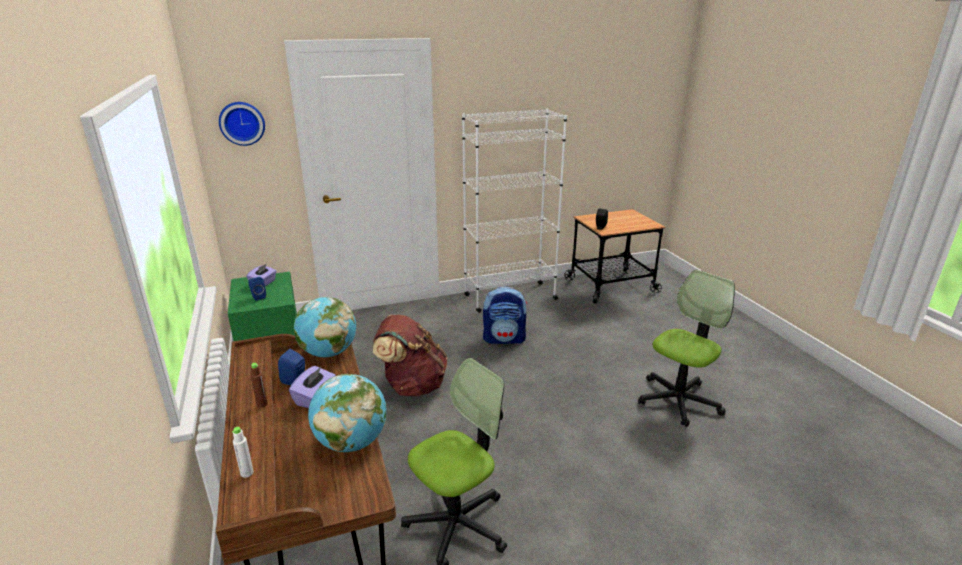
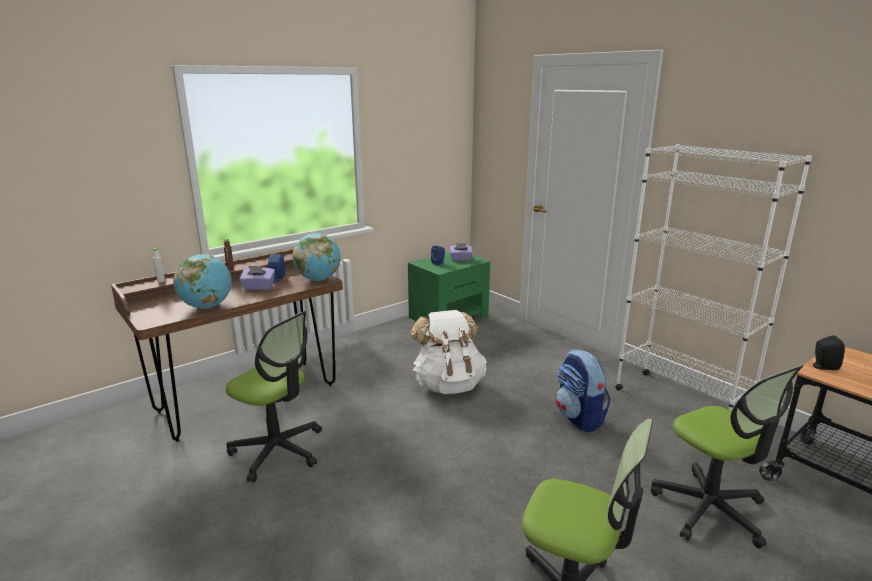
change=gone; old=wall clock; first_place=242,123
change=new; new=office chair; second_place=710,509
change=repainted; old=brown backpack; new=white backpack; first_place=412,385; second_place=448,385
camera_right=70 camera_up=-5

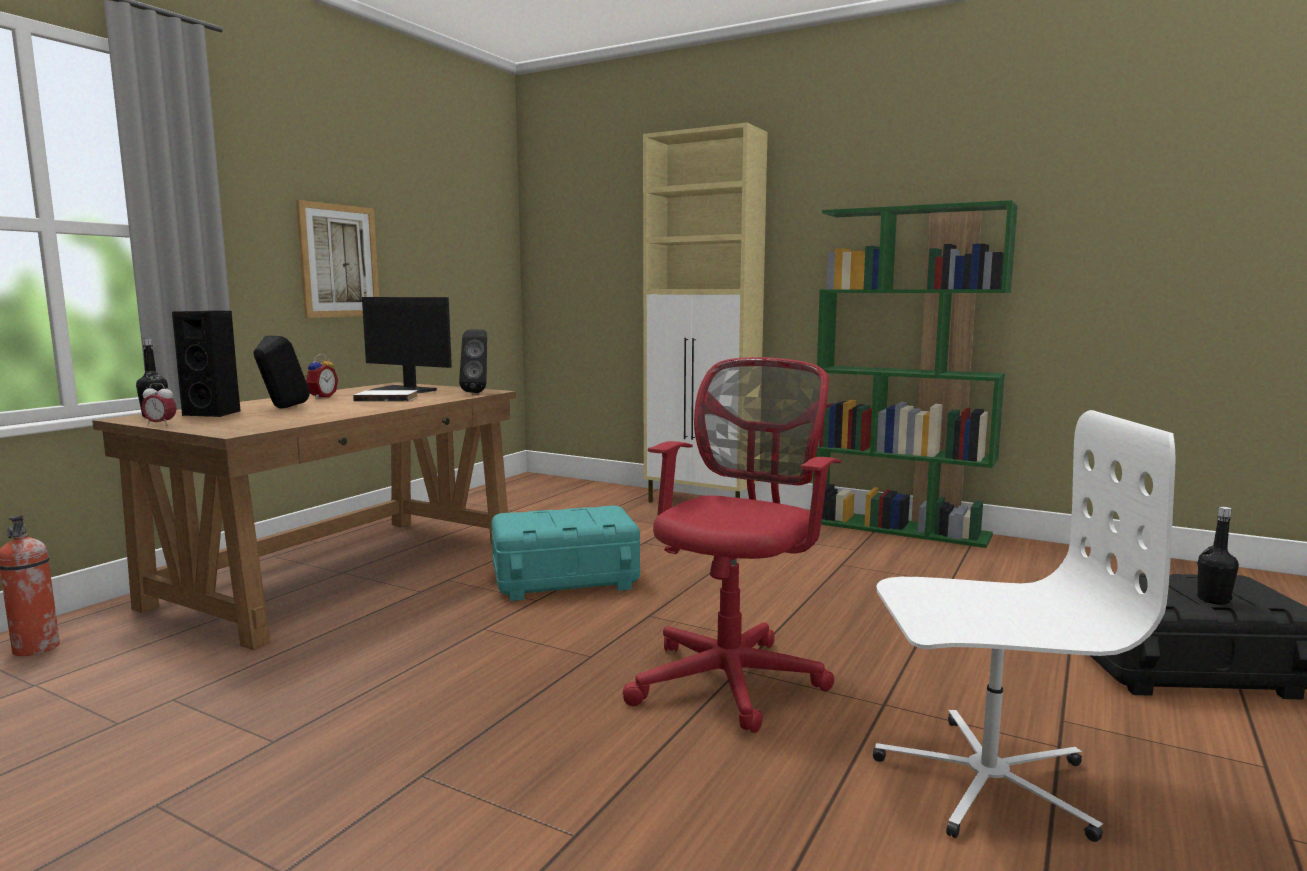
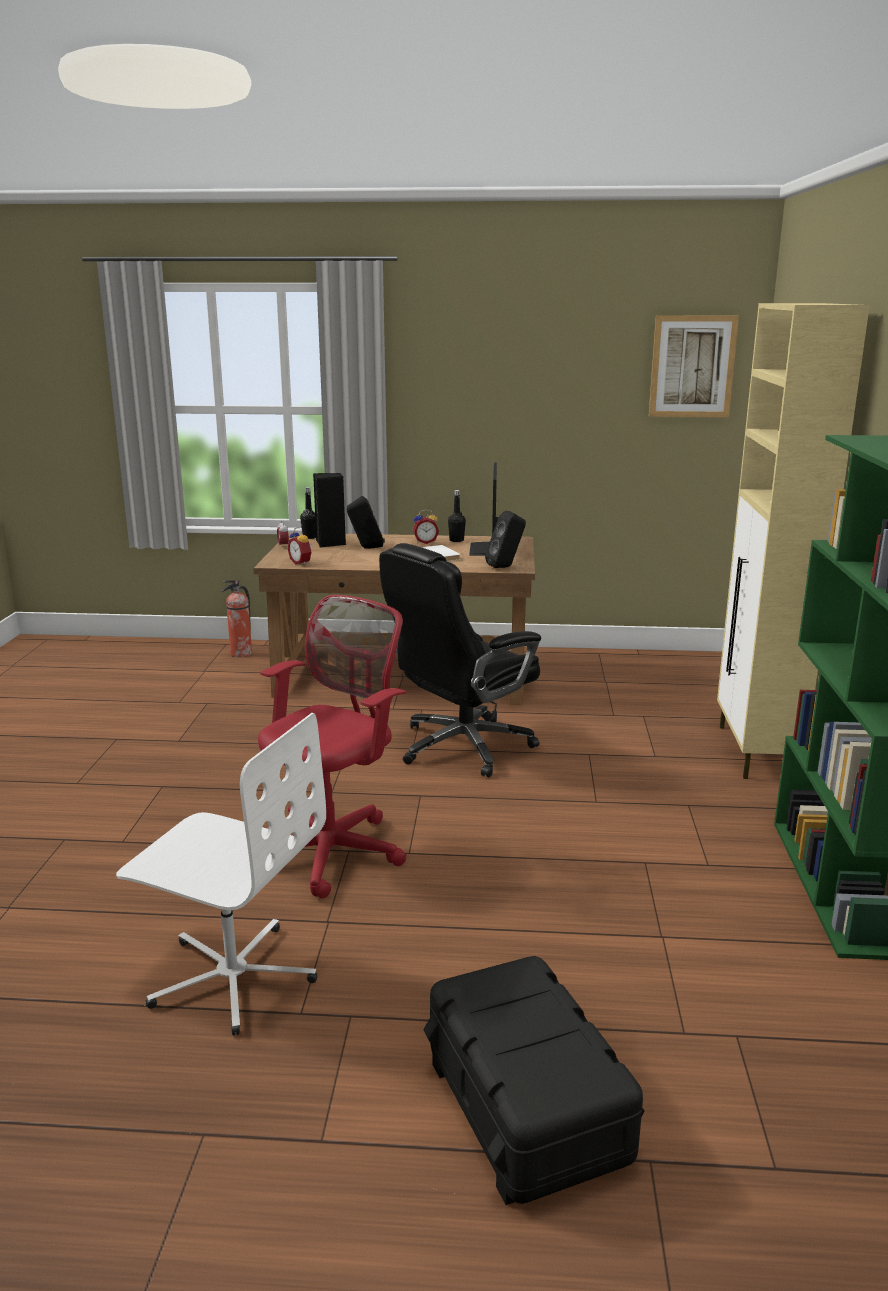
change=new; new=alarm clock; second_place=301,563
change=shifted; old=picture; first_place=339,261; second_place=692,366
change=shifted; old=black bottle; first_place=1213,600; second_place=456,540
change=swapped; old=turquoise storage box; new=black office chair; first_place=565,580; second_place=462,747
change=rotated; old=red office chair; first_place=732,678; second_place=332,851; degrees=-60
change=rotated; old=white office chair; first_place=985,779; second_place=232,976; degrees=-45
camera_right=65 camera_up=10

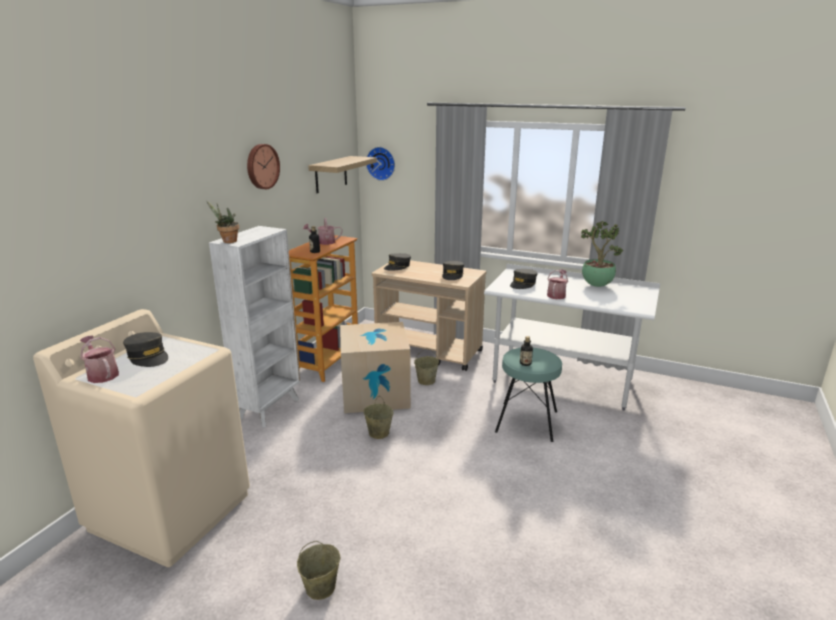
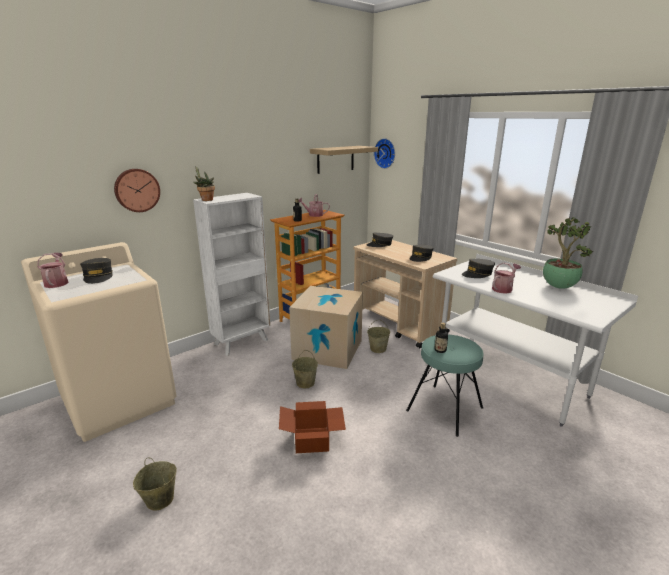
change=new; new=cardboard box; second_place=313,440
change=shifted; old=wall clock; first_place=261,166; second_place=137,190
camera_right=25 camera_up=0

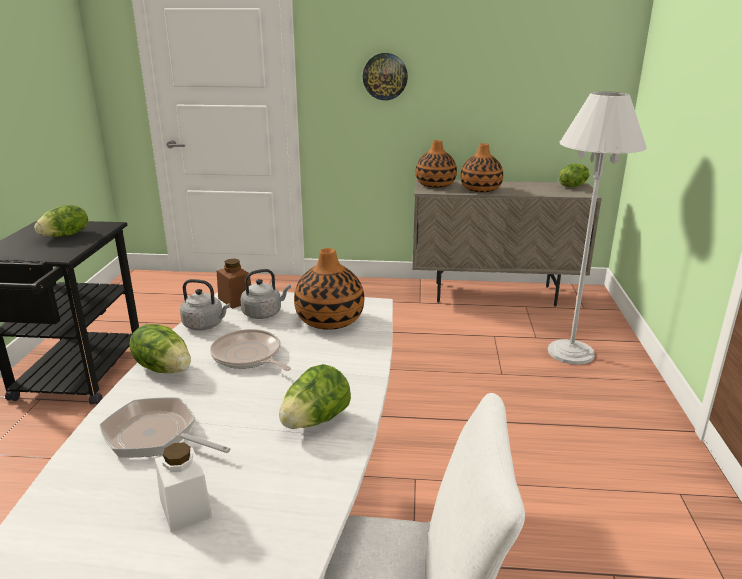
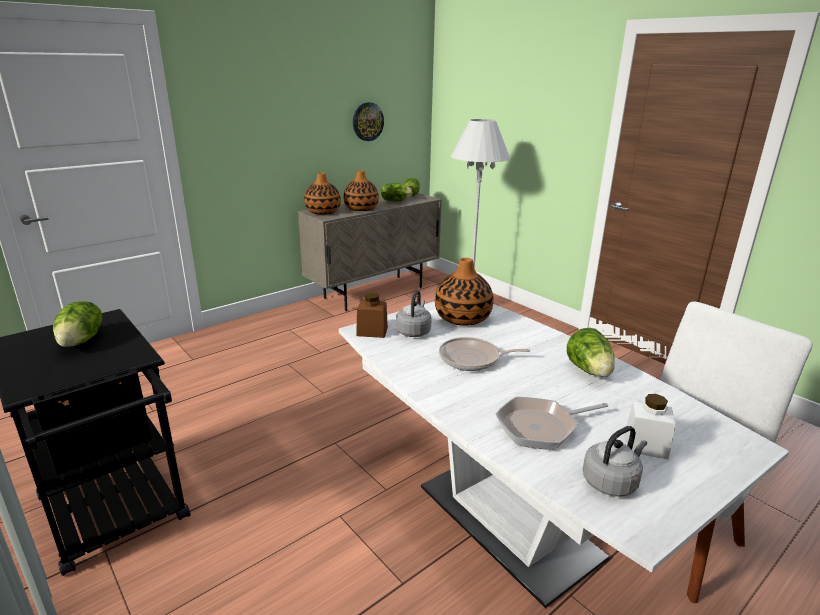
change=shifted; old=lettuce; first_place=164,367; second_place=395,201
change=shifted; old=grey kettle; first_place=205,325; second_place=611,481
change=shifted; old=wall clock; first_place=385,76; second_place=367,121
camera_right=-45 camera_up=0

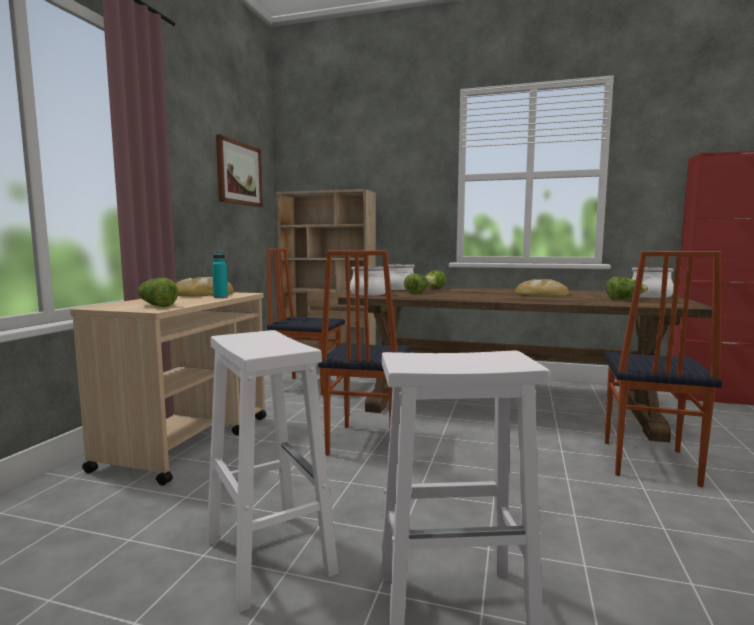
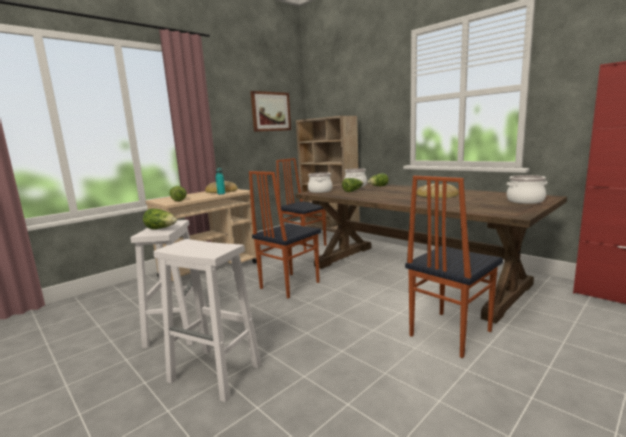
change=shifted; old=lettuce; first_place=624,299; second_place=161,229
camera_right=30 camera_up=5

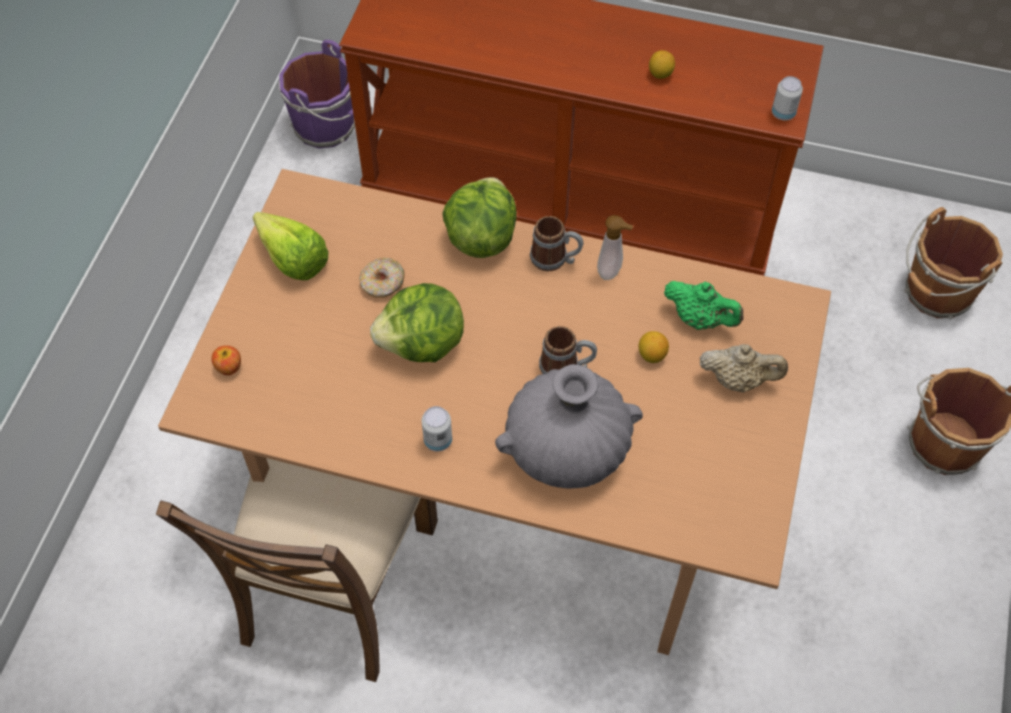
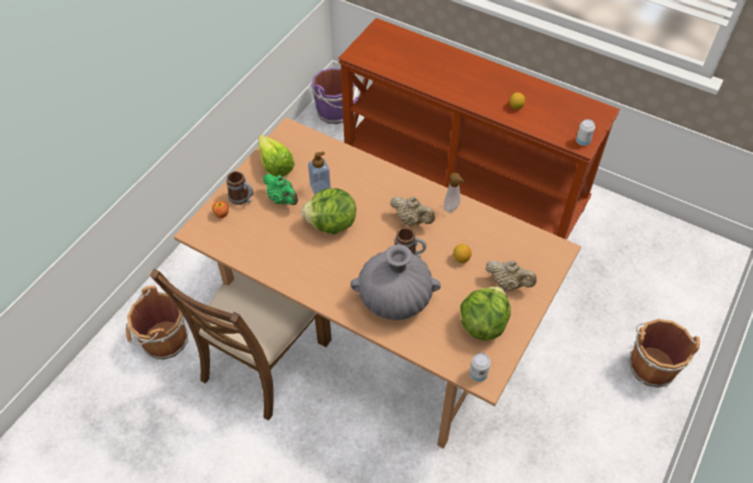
change=new; new=beige teapot; second_place=412,220
change=shifted; old=can; first_place=438,440; second_place=478,374
change=shifted; old=lettuce; first_place=481,237; second_place=483,324
change=shifted; old=mug; first_place=555,259; second_place=243,198
change=shifted; old=green teapot; first_place=700,319; second_place=282,199
change=shifted; old=brown bucket; first_place=936,294; second_place=163,341
change=swapped; old=donut; new=soap dispenser; first_place=382,283; second_place=320,188
camera_right=15 camera_up=-5

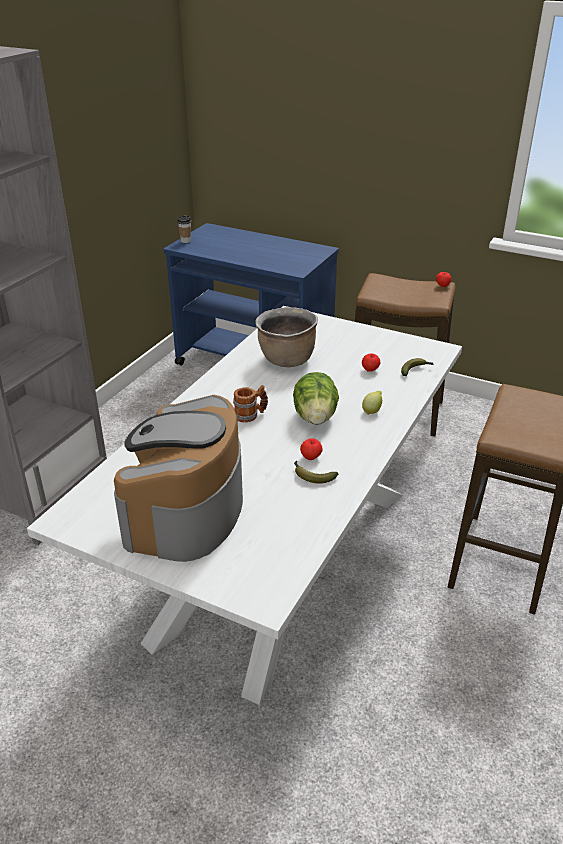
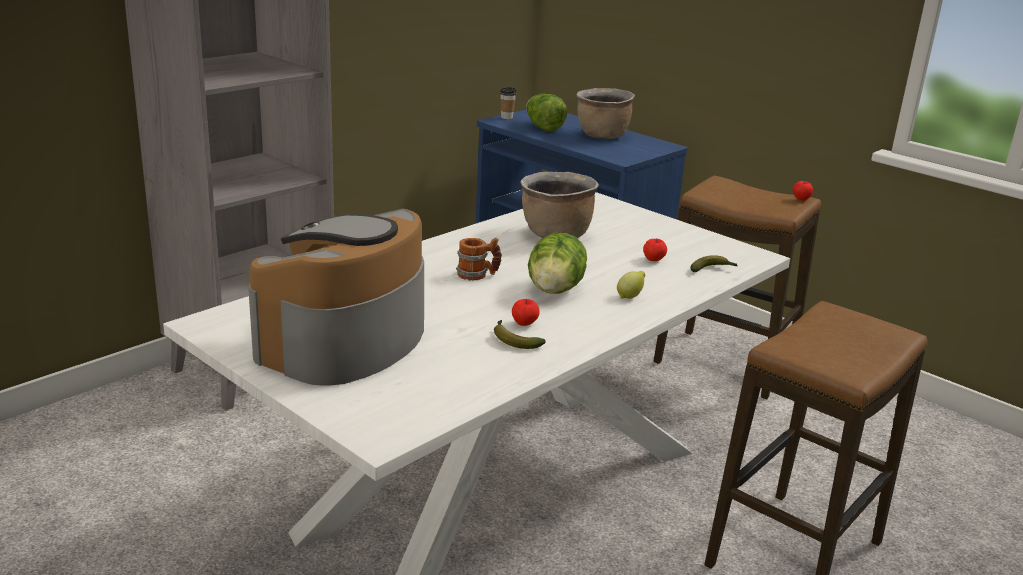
change=new; new=lettuce; second_place=543,127
change=new; new=brown cooking pot; second_place=602,136
camera_right=15 camera_up=-10

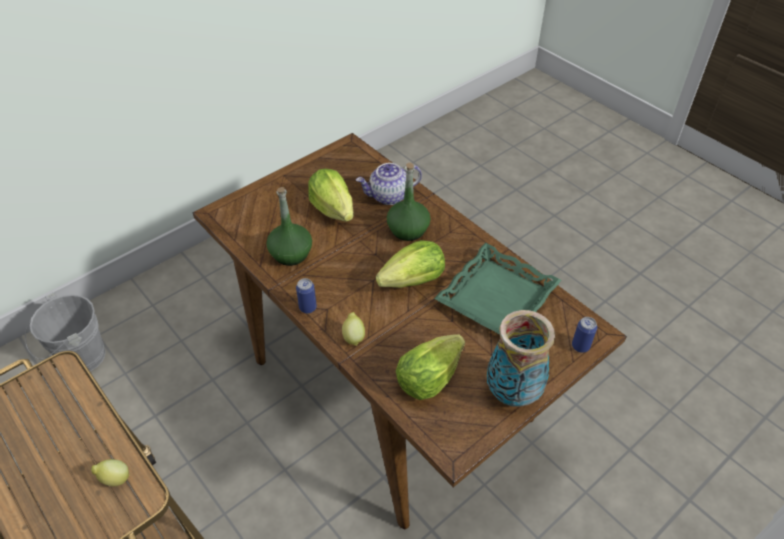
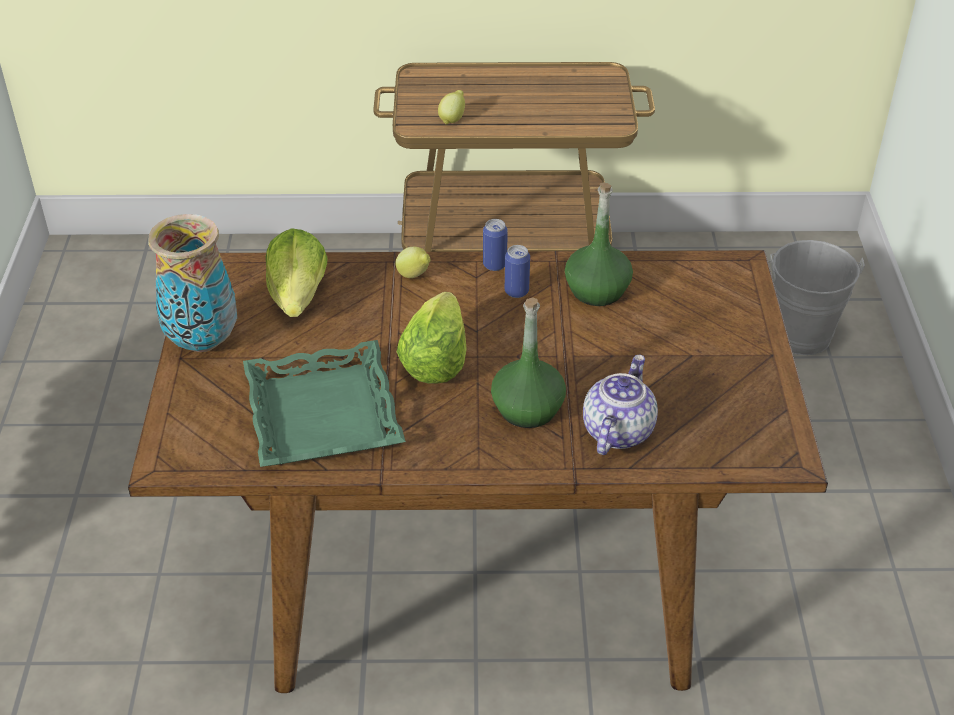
change=gone; old=lettuce; first_place=333,209
change=shifted; old=can; first_place=580,346; second_place=516,291
camera_right=130 camera_up=-5

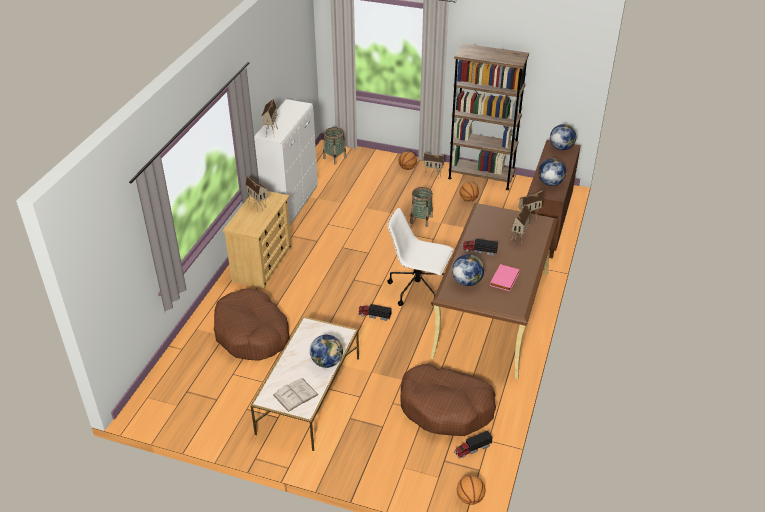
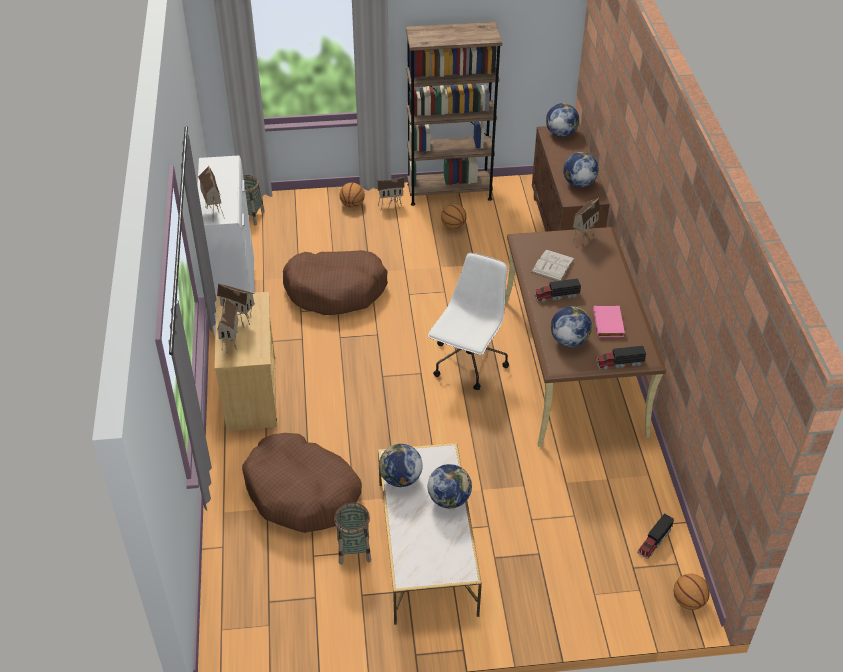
change=new; new=globe; second_place=400,479
change=shifted; old=white book; first_place=295,394; second_place=553,265
change=shifted; old=toy truck; first_place=374,315; second_place=619,363
change=shifted; old=brown dog bed; first_place=446,408; second_place=336,290
change=shifted; old=basket; first_place=421,220; second_place=354,550
change=shifted; old=toy house; first_place=519,238; second_place=231,343
change=rotated; old=white office chair; first_place=418,289; second_place=468,363; degrees=120
camera_right=-25 camera_up=5

